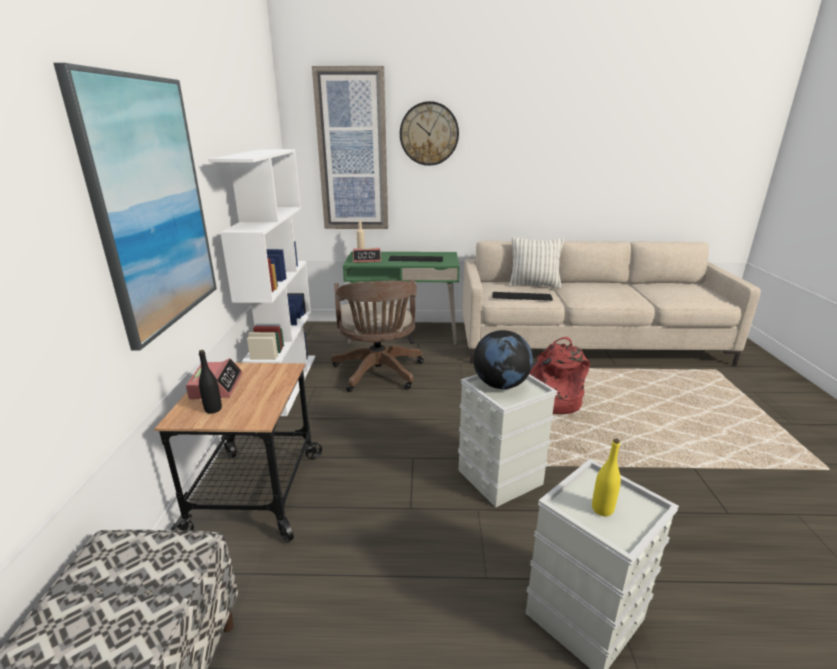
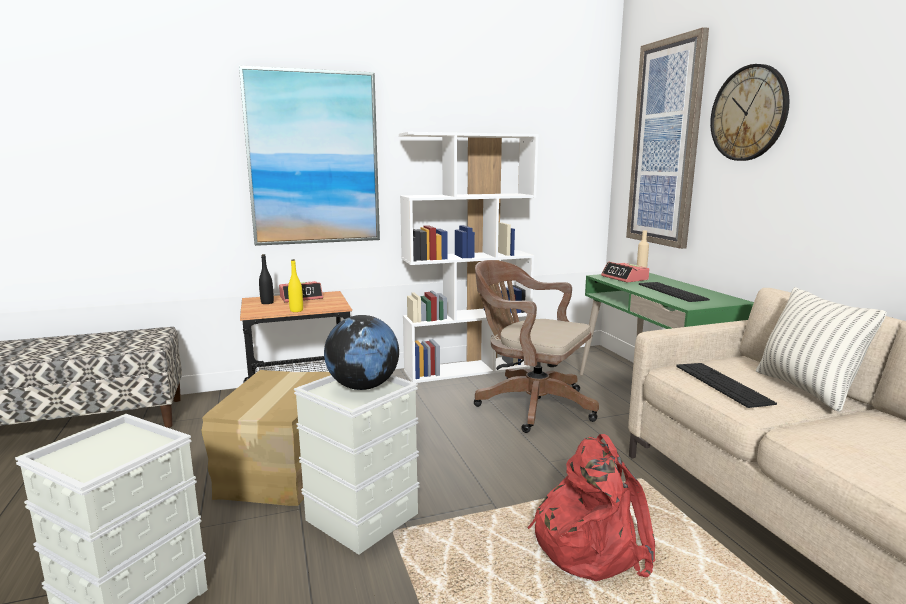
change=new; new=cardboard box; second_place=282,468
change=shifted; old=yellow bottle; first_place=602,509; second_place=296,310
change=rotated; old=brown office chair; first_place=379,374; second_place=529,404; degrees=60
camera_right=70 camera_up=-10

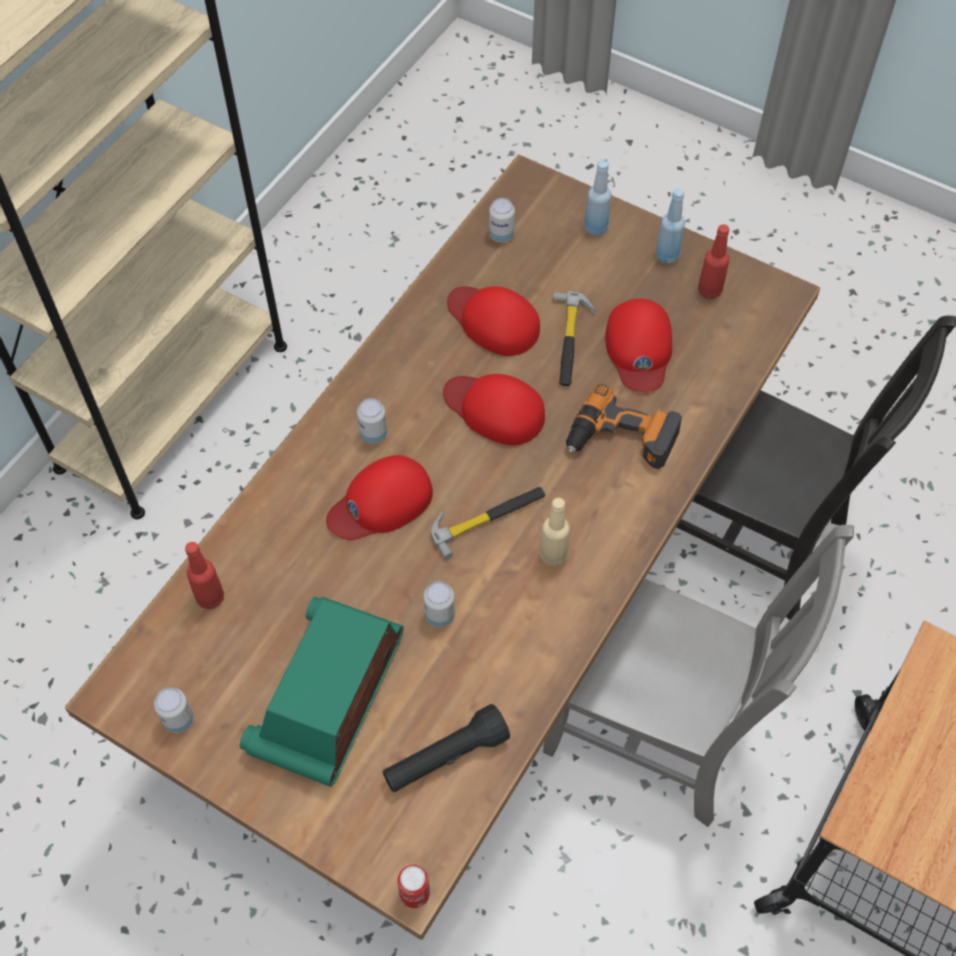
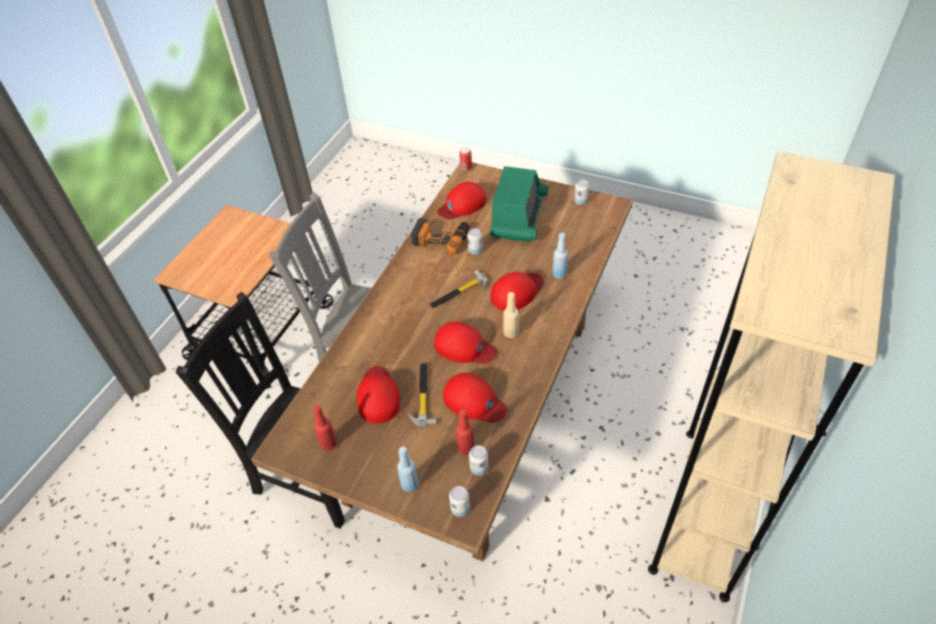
change=shifted; old=red bottle; first_place=210,598; second_place=465,448
change=shifted; old=can; first_place=373,434; second_place=460,509
change=shifted; old=beige bottle; first_place=553,555; second_place=511,333
change=shifted; old=power drill; first_place=621,440; second_place=441,237
change=shifted; old=blue bottle; first_place=667,255; second_place=559,274
change=swapped; old=black flashlight; new=red cap; first_place=445,757; second_place=462,205
camera_right=175 camera_up=-10

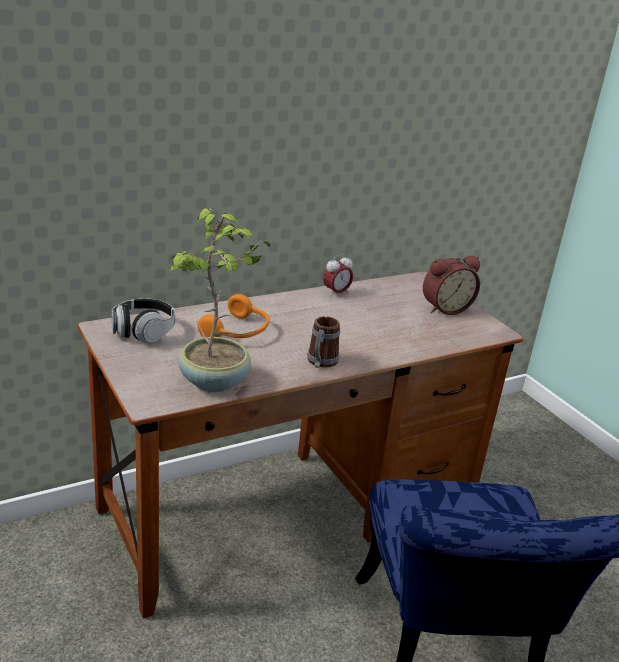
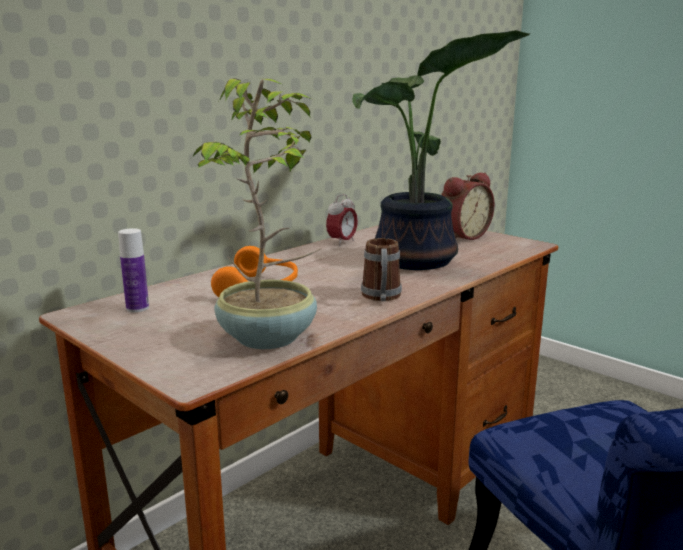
change=new; new=potted plant; second_place=416,261
change=swapped; old=headphones; new=bottle; first_place=143,331; second_place=137,308
camera_right=-15 camera_up=-10

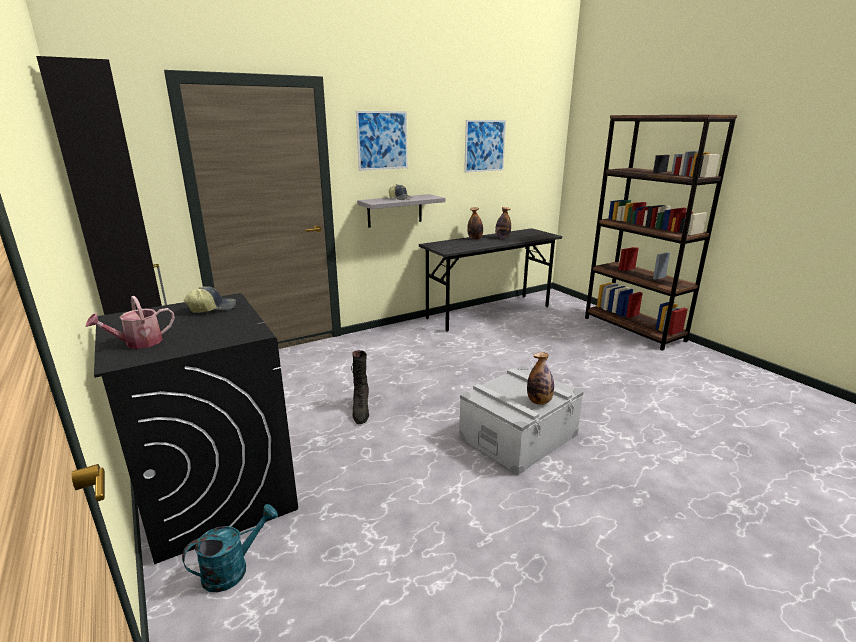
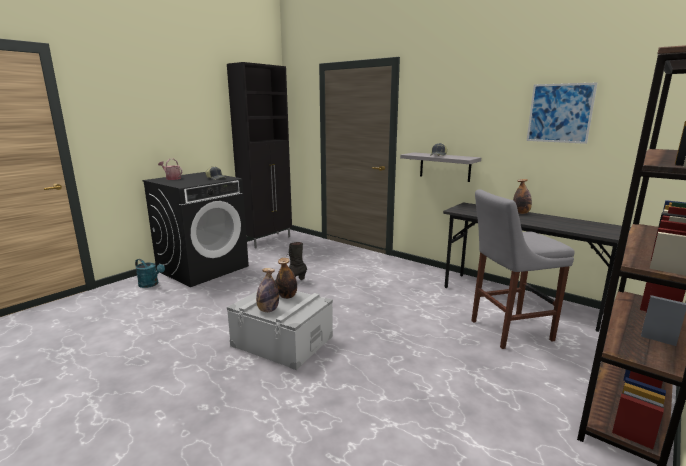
change=gone; old=picture; first_place=382,140
change=new; new=grey stool; second_place=507,330
change=shifted; old=bottle; first_place=502,238; second_place=287,296
camera_right=70 camera_up=-5

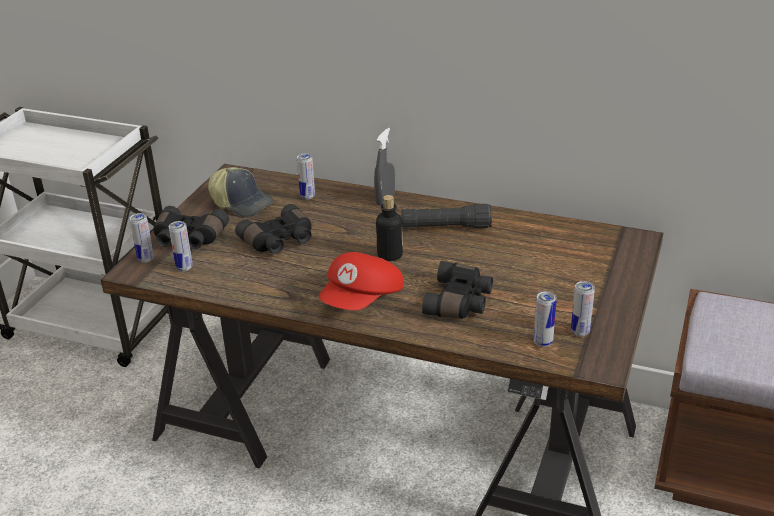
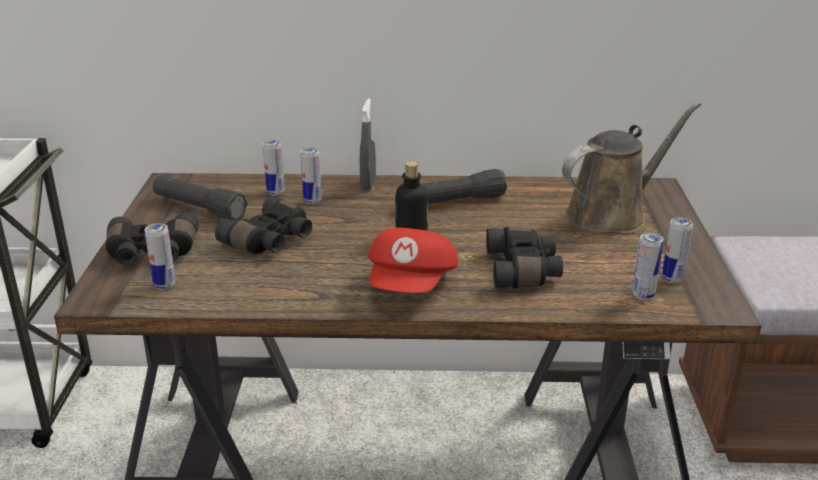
change=new; new=brown watering can; second_place=612,215
change=shifted; old=can; first_place=146,259; second_place=312,201
change=swapped; old=cap; new=black flashlight; first_place=242,203; second_place=199,208
camera_right=-20 camera_up=-5

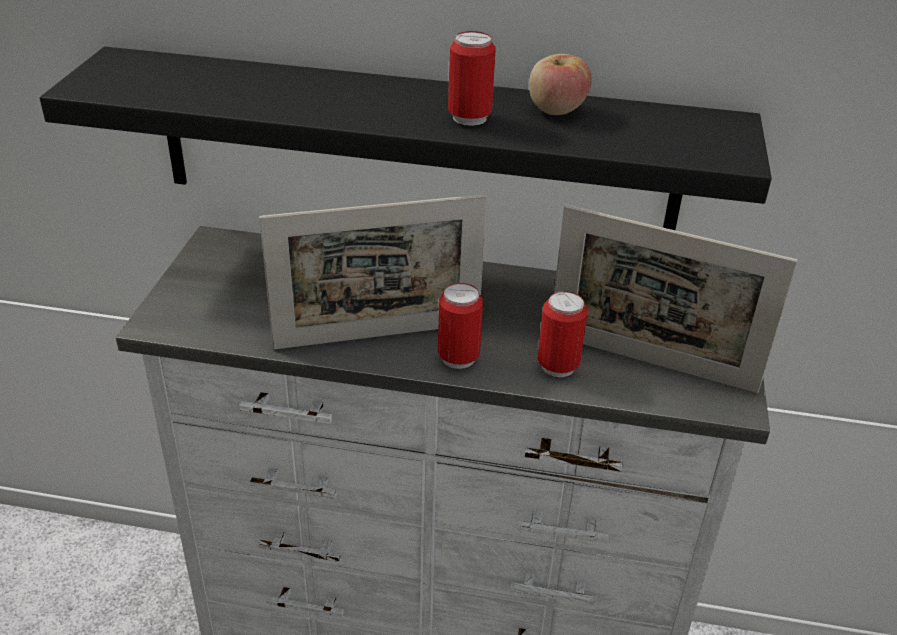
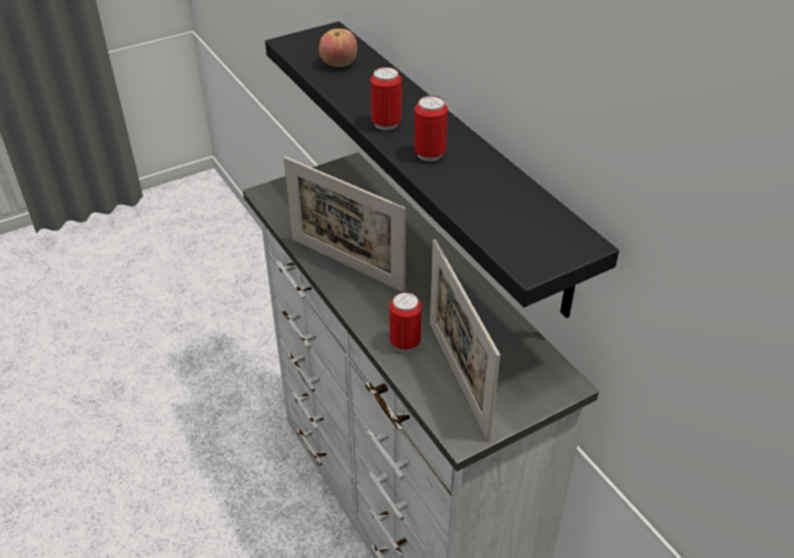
change=shifted; old=can; first_place=458,358; second_place=386,124
change=shifted; old=apple; first_place=556,110; second_place=338,63
camera_right=50 camera_up=5

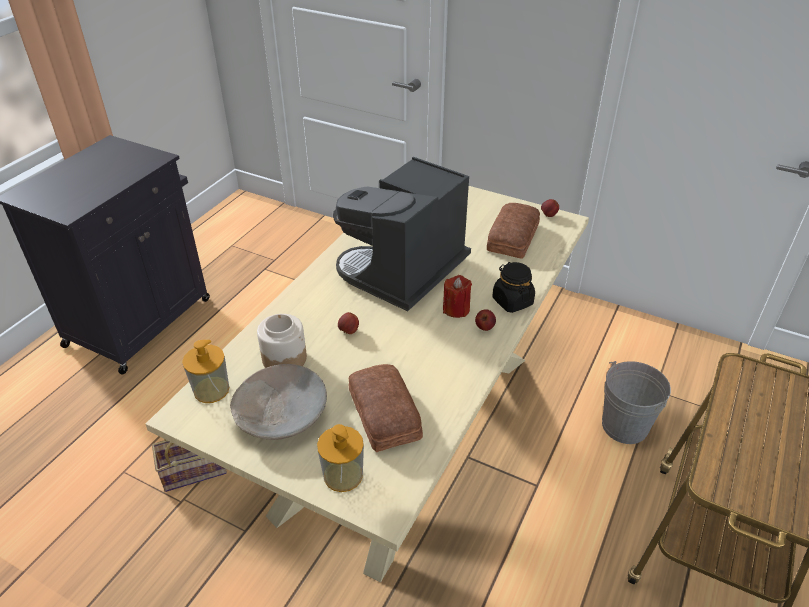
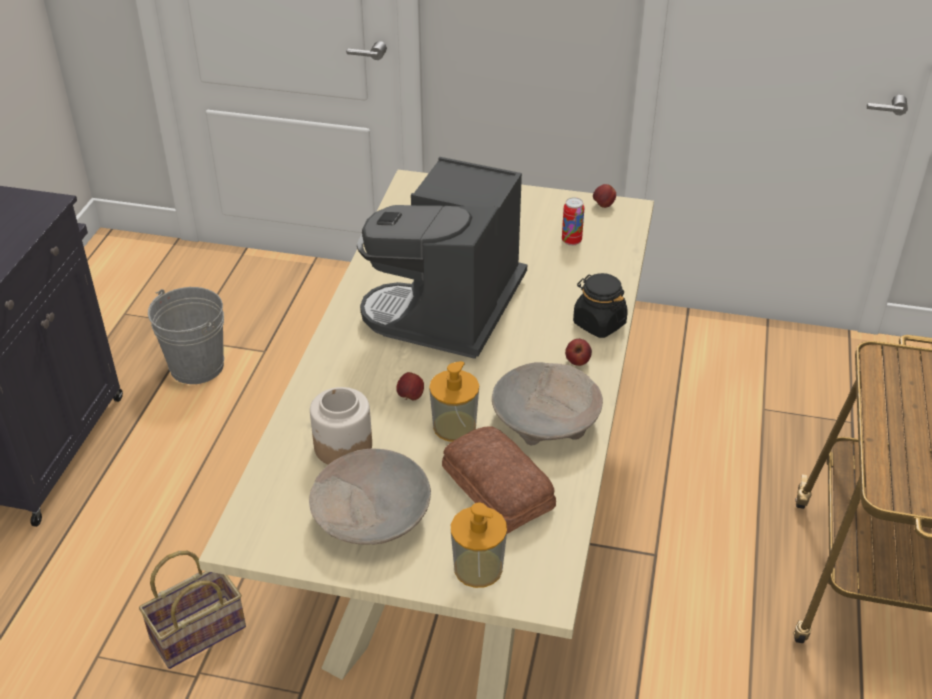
change=gone; old=red candle; first_place=456,309
change=new; new=beige bowl; second_place=545,419
change=shifted; old=soap dispenser; first_place=211,390; second_place=454,426
change=shifted; old=grey bucket; first_place=624,426; second_place=196,366
change=swapped; old=bread; new=can; first_place=514,237; second_place=571,241
camera_right=-15 camera_up=0

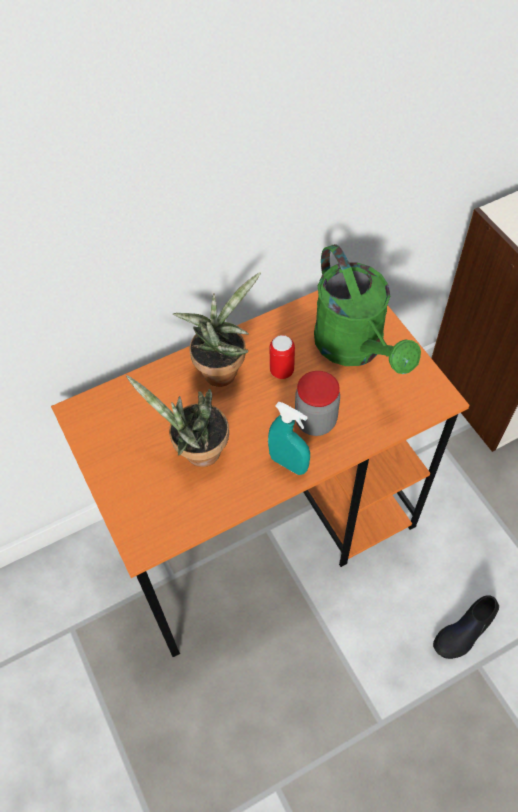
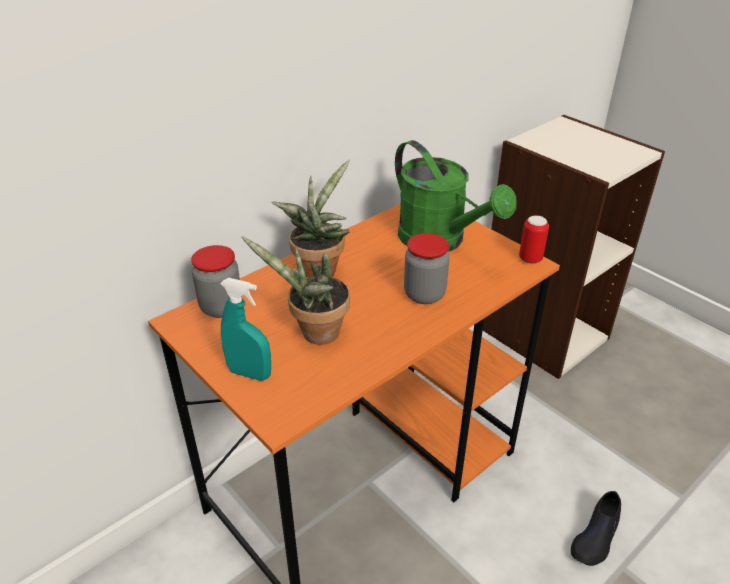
change=new; new=jar; second_place=221,307
change=shifted; old=turquoise spray bottle; first_place=288,463; second_place=250,373
change=shifted; old=can; first_place=282,371; second_place=530,259
camera_right=-15 camera_up=-20

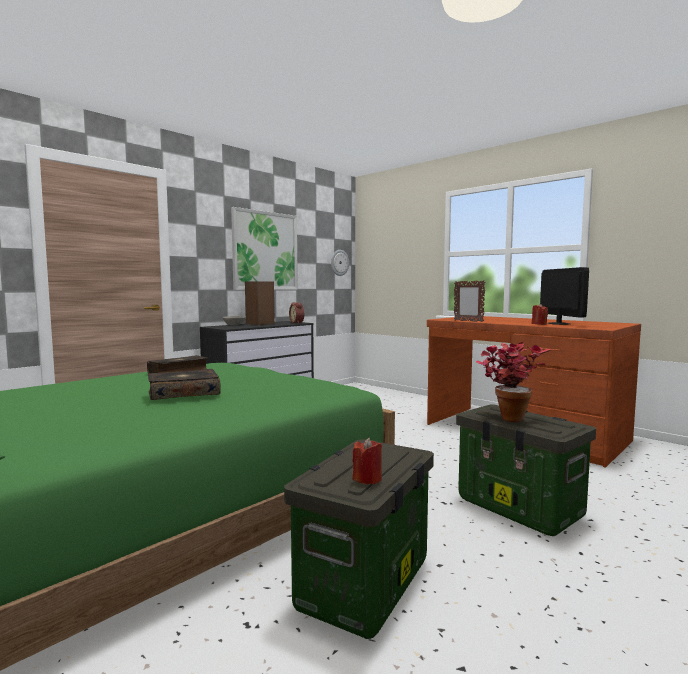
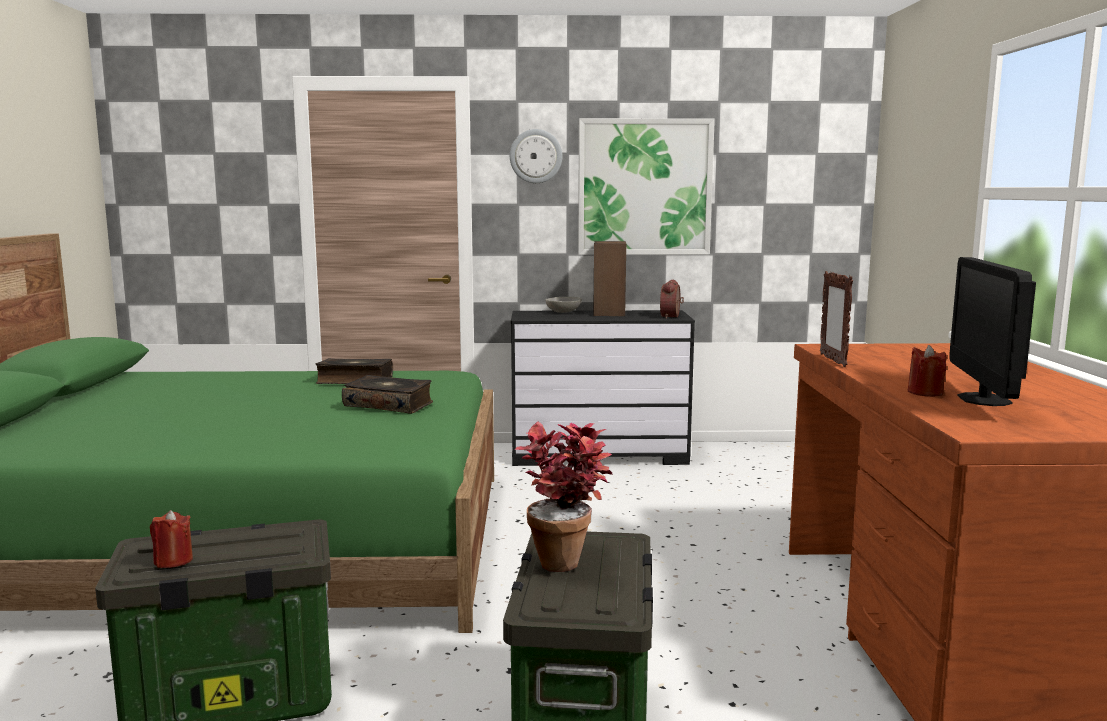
change=shifted; old=book; first_place=184,393; second_place=389,405
change=shifted; old=wall clock; first_place=339,262; second_place=536,156
change=rotated; old=monitor; first_place=558,323; second_place=984,399; degrees=150
camera_right=45 camera_up=5

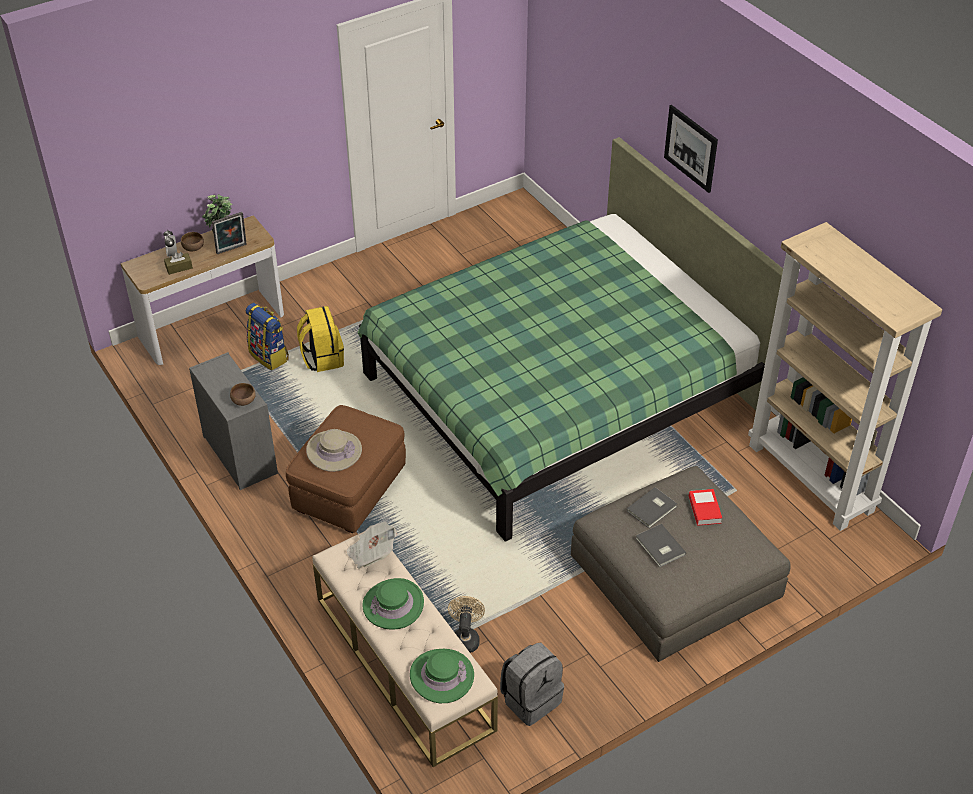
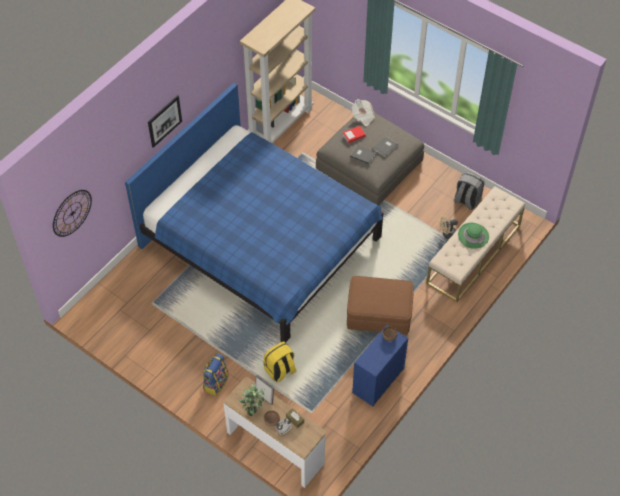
change=gone; old=beige hat; first_place=334,451
change=gone; old=green hat; first_place=441,676
change=new; new=wall clock; second_place=72,213
change=shifted; old=backpack; first_place=269,356; second_place=215,383
change=shifted; old=newspaper; first_place=372,553; second_place=363,117
change=repainted; old=grey dresser; new=blue dresser; first_place=239,454; second_place=378,381
change=repainted; old=green bed; new=blue bed; first_place=559,392; second_place=260,242
camera_right=-110 camera_up=10

